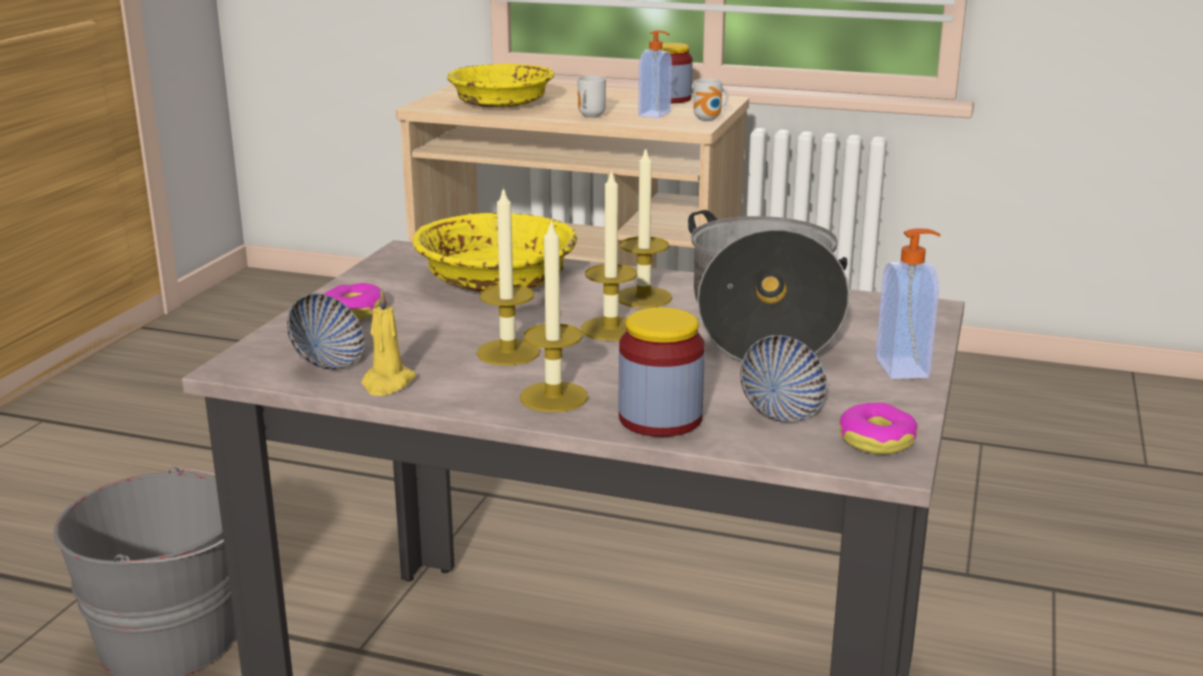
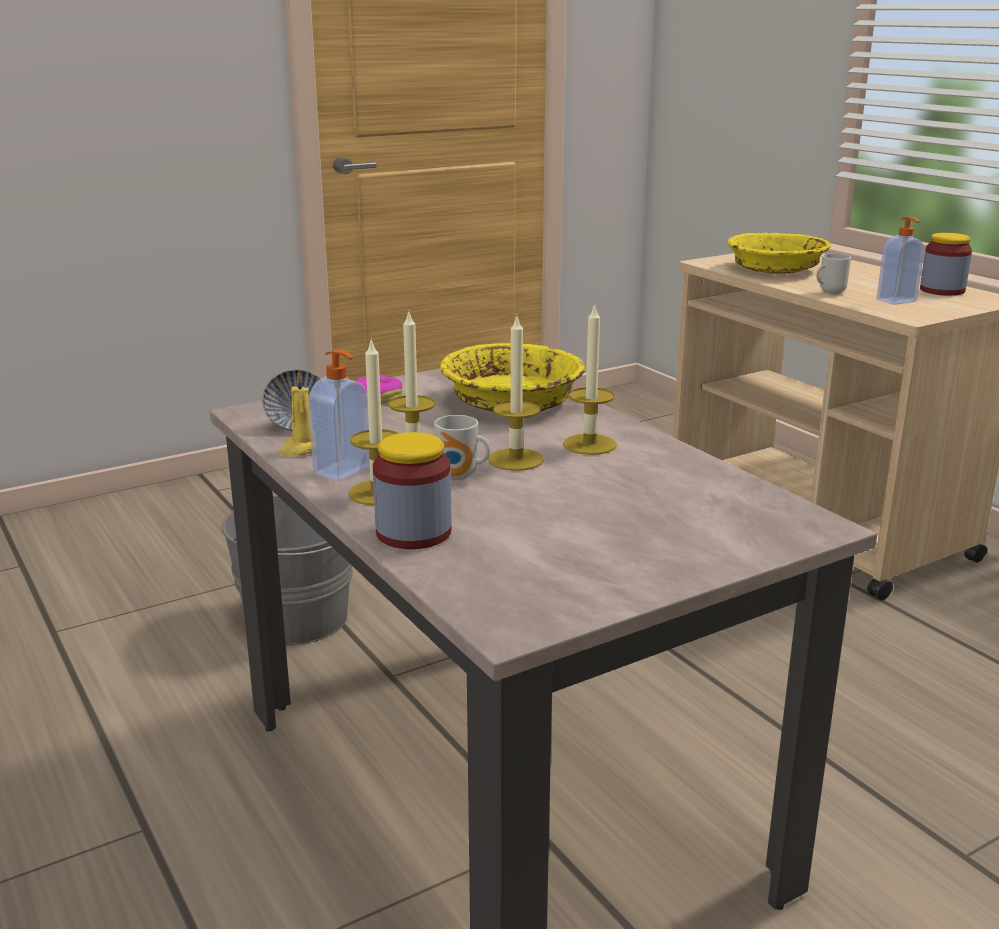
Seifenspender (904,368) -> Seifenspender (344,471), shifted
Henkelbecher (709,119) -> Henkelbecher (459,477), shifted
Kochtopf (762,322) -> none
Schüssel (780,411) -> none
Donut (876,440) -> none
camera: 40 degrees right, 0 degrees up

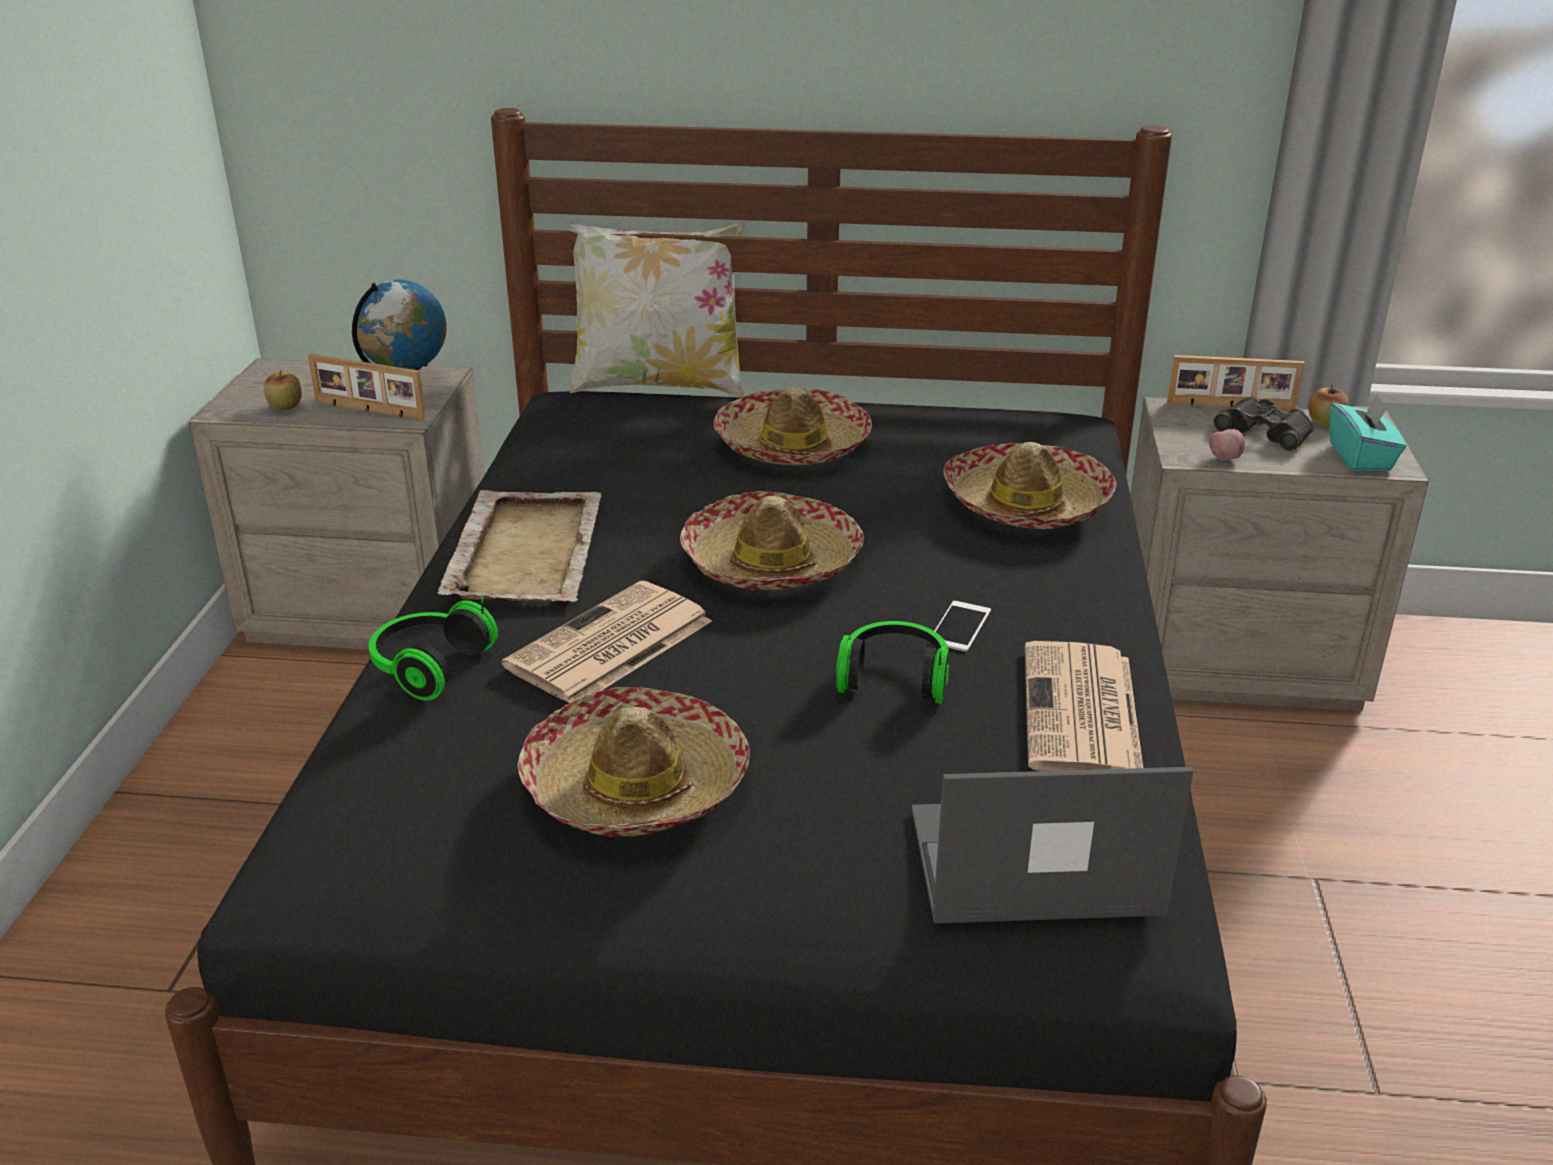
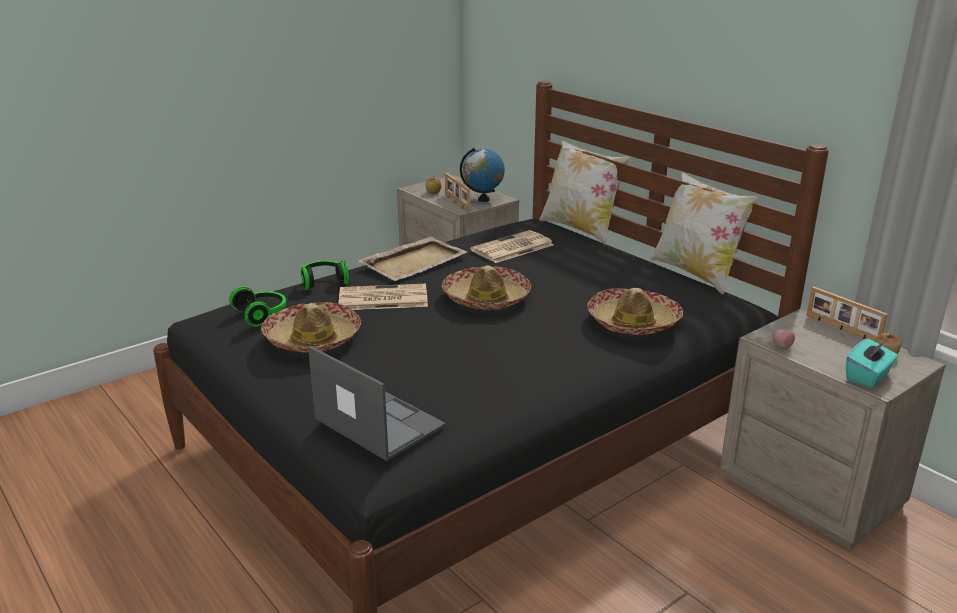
Kopfhörer (894,678) -> Kopfhörer (262,314), shifted
Zeitung (1082,713) -> Zeitung (512,248), shifted
none -> Kissen (696,273)
Hut (793,446) -> none
Handy (960,626) -> none
Fernglas/schwarz (1265,432) -> none
camera: 45 degrees right, 5 degrees down

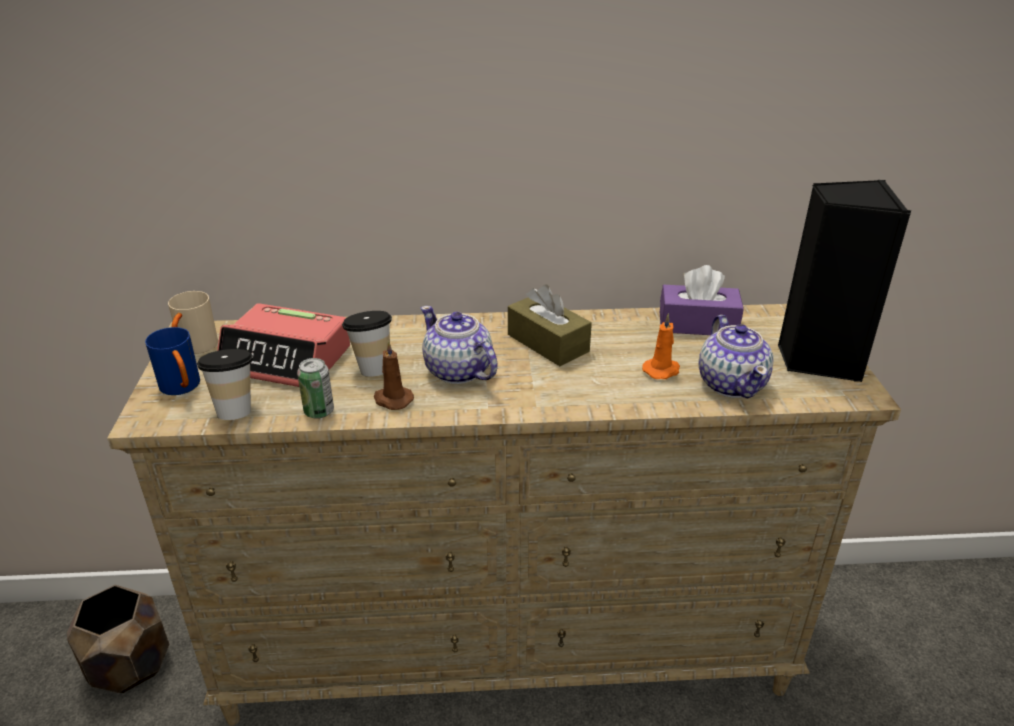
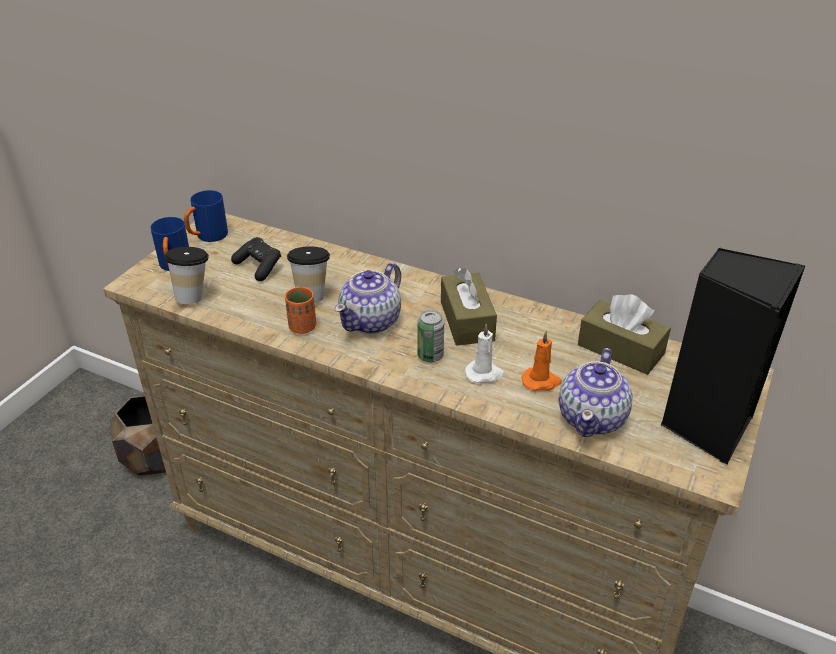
Henkelbecher/beige (195,349) -> Henkelbecher/blau (207,237)
Wecker (286,359) -> Gamepad/schwarz (259,267)
Kerze/braun (392,399) -> Tasse/orange (302,327)
Teekanne (458,372) -> Teekanne (371,321), 135 degrees counterclockwise
Dose (319,411) -> Dose (430,356), shifted
none -> Kerze/weiß (484,374)
Taschentuchbox/lila (698,324) -> Taschentuchbox/braun (620,349)
camera: 30 degrees right, 5 degrees up

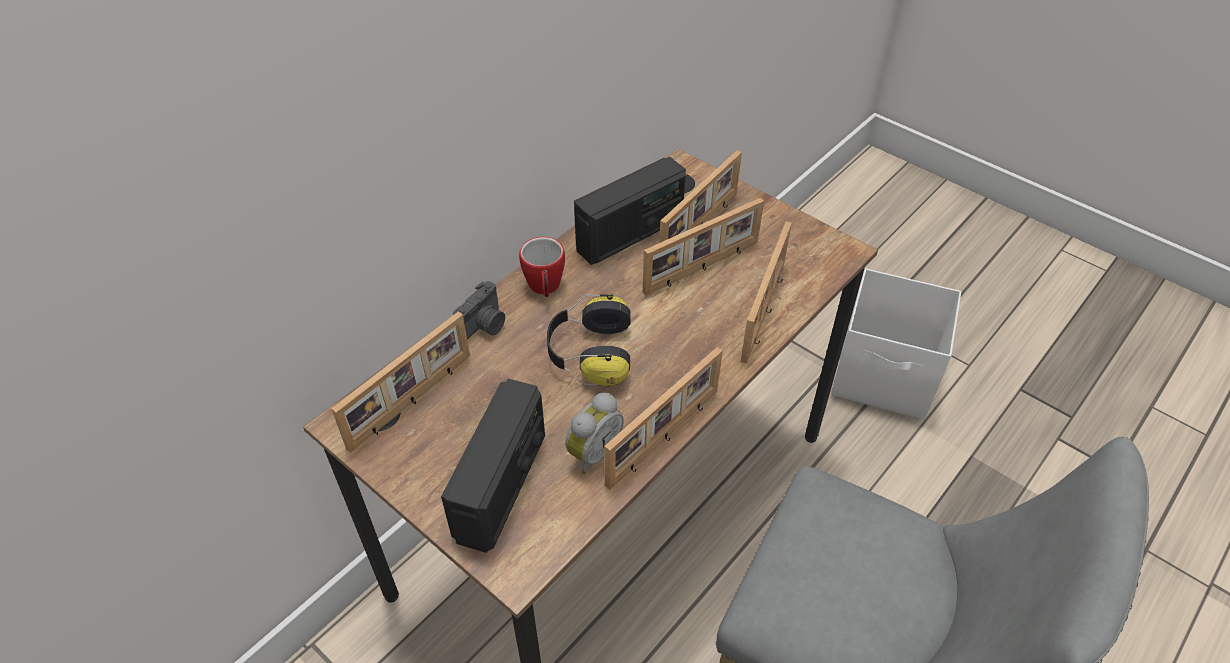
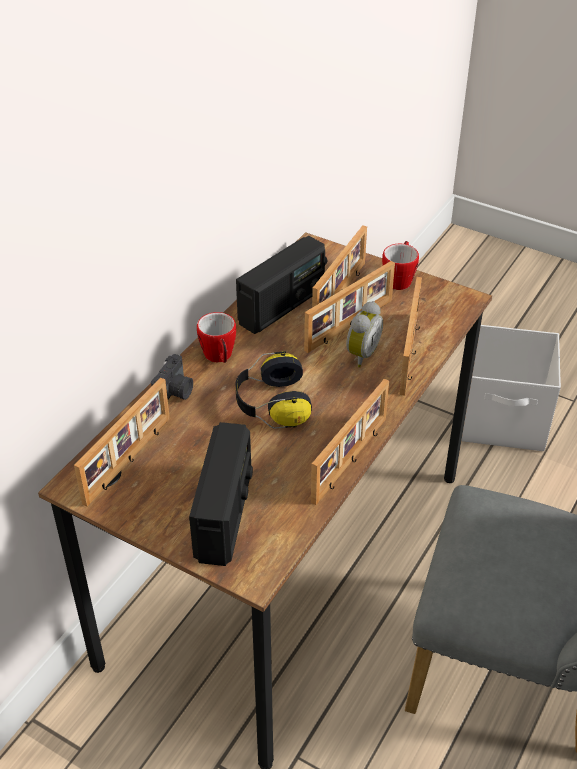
Wecker (592,452) -> Wecker (360,354), shifted
none -> Henkelbecher (399,279)
camera: 10 degrees left, 5 degrees down

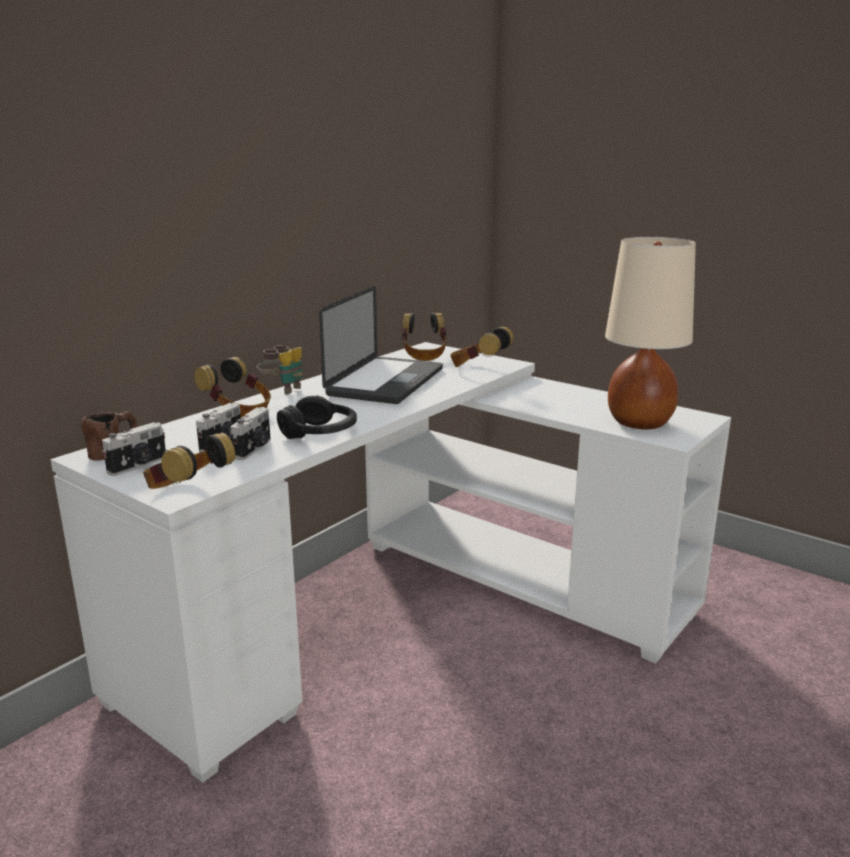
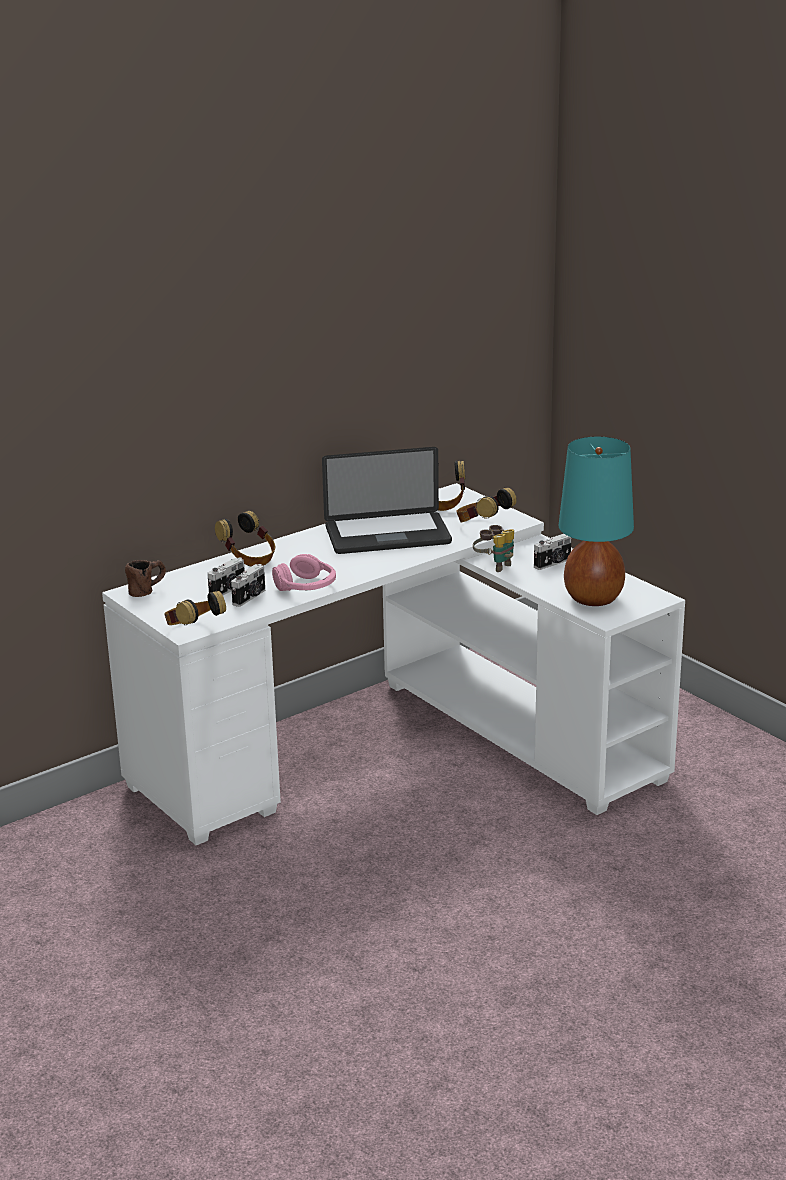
Kopfhörer/schwarz (320,433) -> Kopfhörer/rosa (306,587)
Laptop (386,382) -> Laptop (387,535), 45 degrees clockwise
Fernglas (283,390) -> Fernglas (494,566), shifted
Kamera (139,466) -> Kamera (553,563), shifted
Tischlampe/beige (639,422) -> Tischlampe/türkis (593,598)
camera: 15 degrees right, 5 degrees up

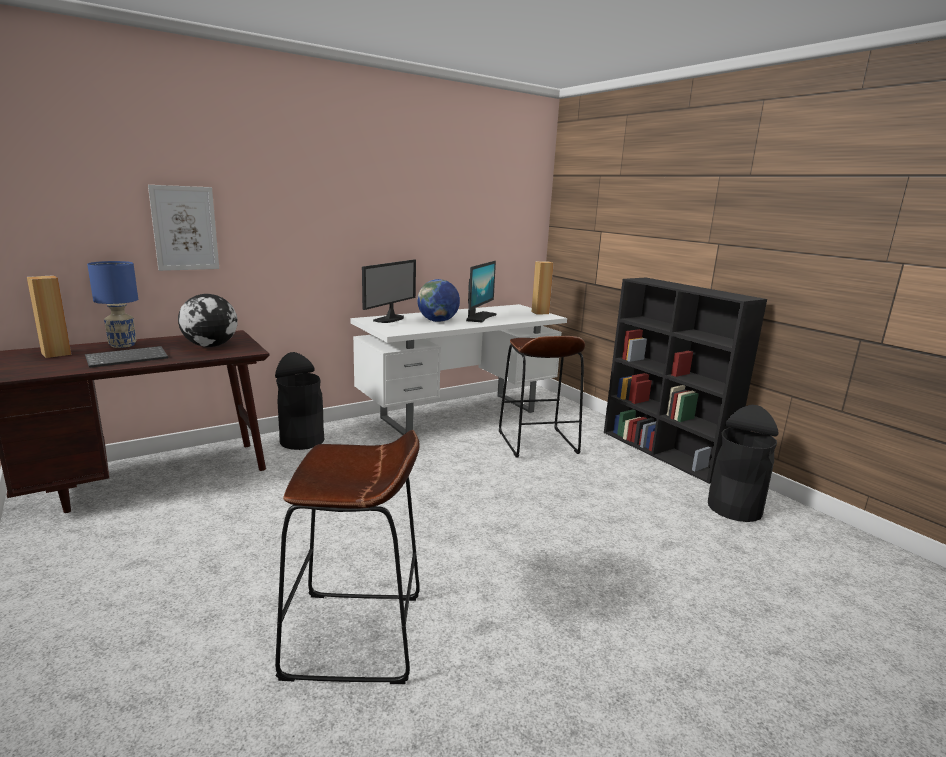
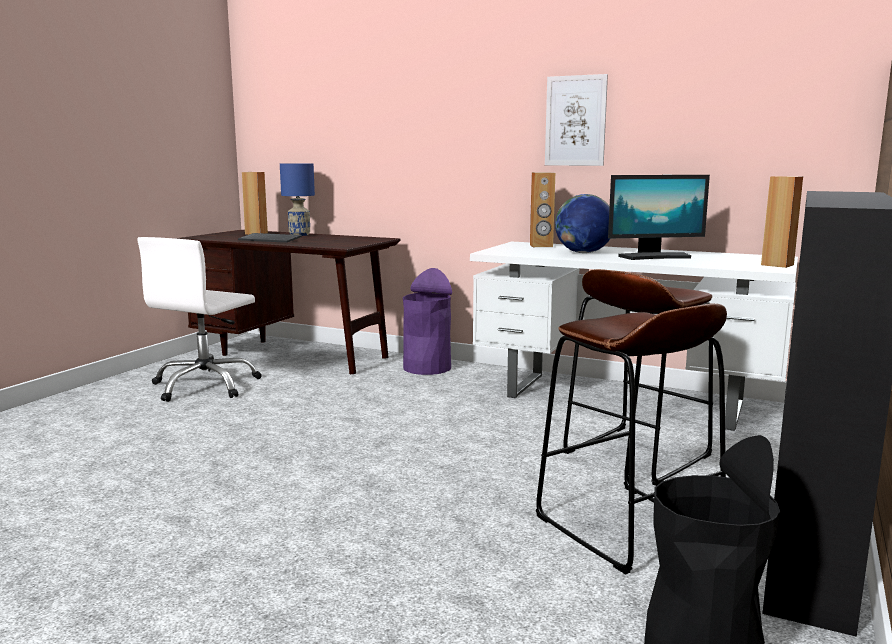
none -> Bürostuhl/weiß (206,386)
Mülleimer/schwarz (302,440) -> Mülleimer/lila (427,368)
Monitor (390,319) -> Lautsprecher/braun (541,246)
Hocker/braun (355,636) -> Hocker/braun (627,527), shifted
Bild (185,228) -> Bild (575,121), shifted
Globus (211,346) -> none
camera: 60 degrees right, 5 degrees down

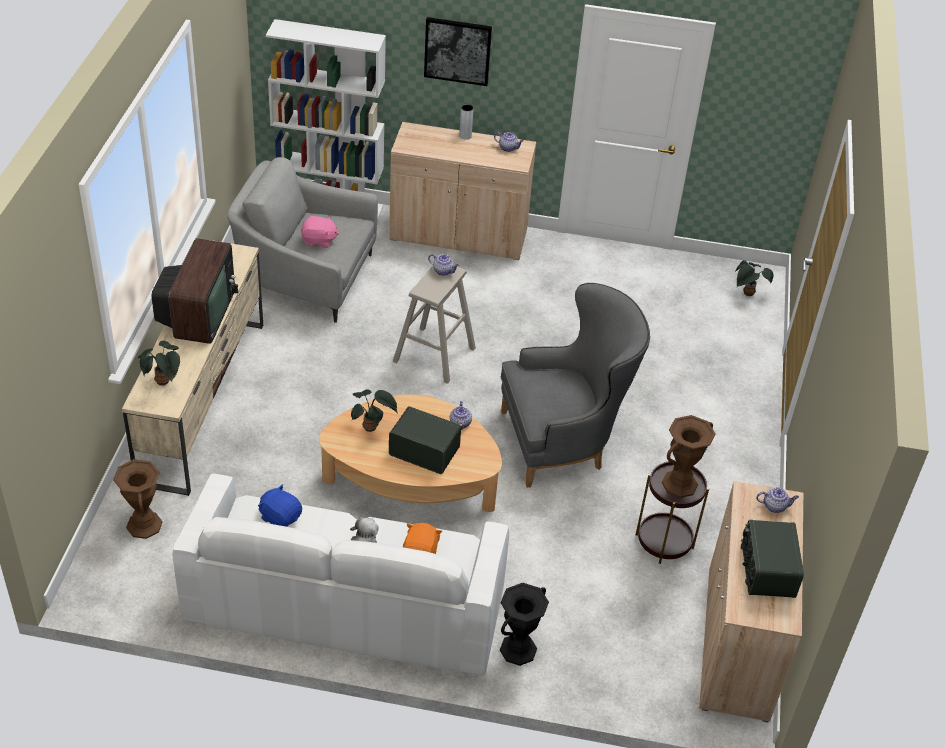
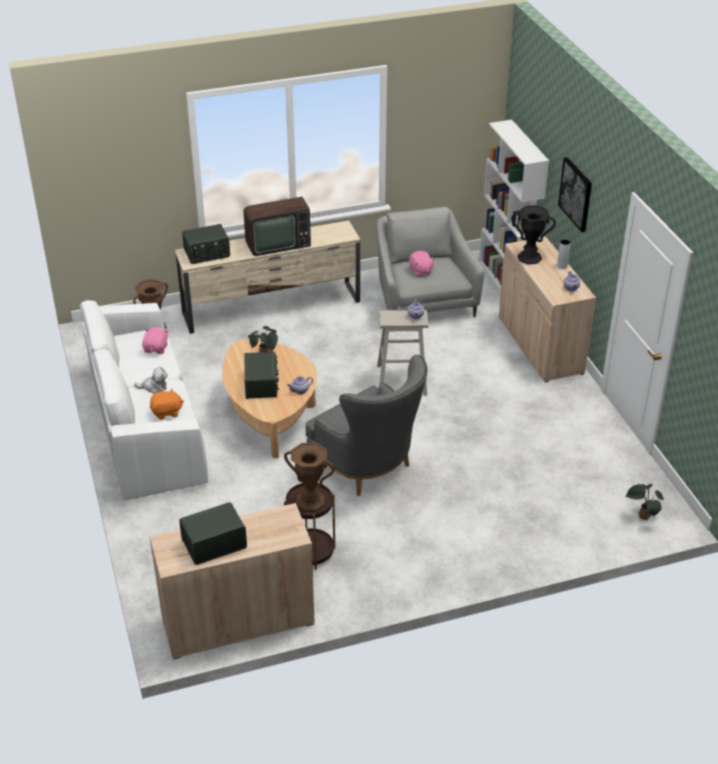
Plüschtier/blau (280,517) -> Plüschtier/rosa (156,348)
Topfpflanze (163,382) -> Radio (207,254)
Vase/schwarz (518,649) -> Vase/schwarz (529,257), shifted
Teekanne (775,506) -> none
camera: 65 degrees right, 5 degrees down

